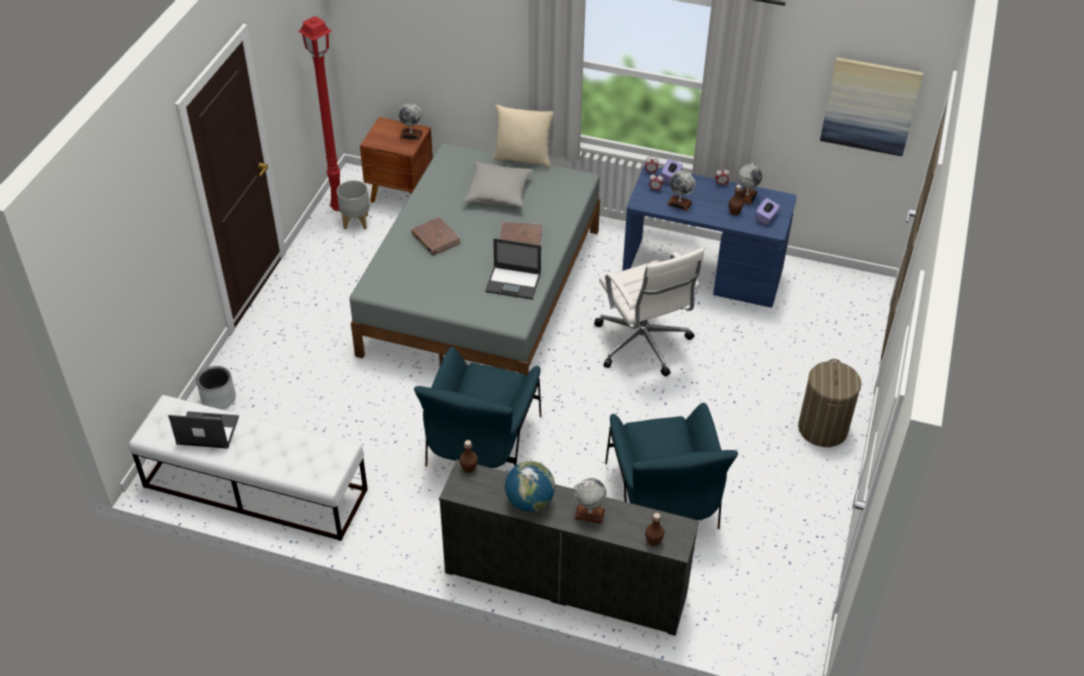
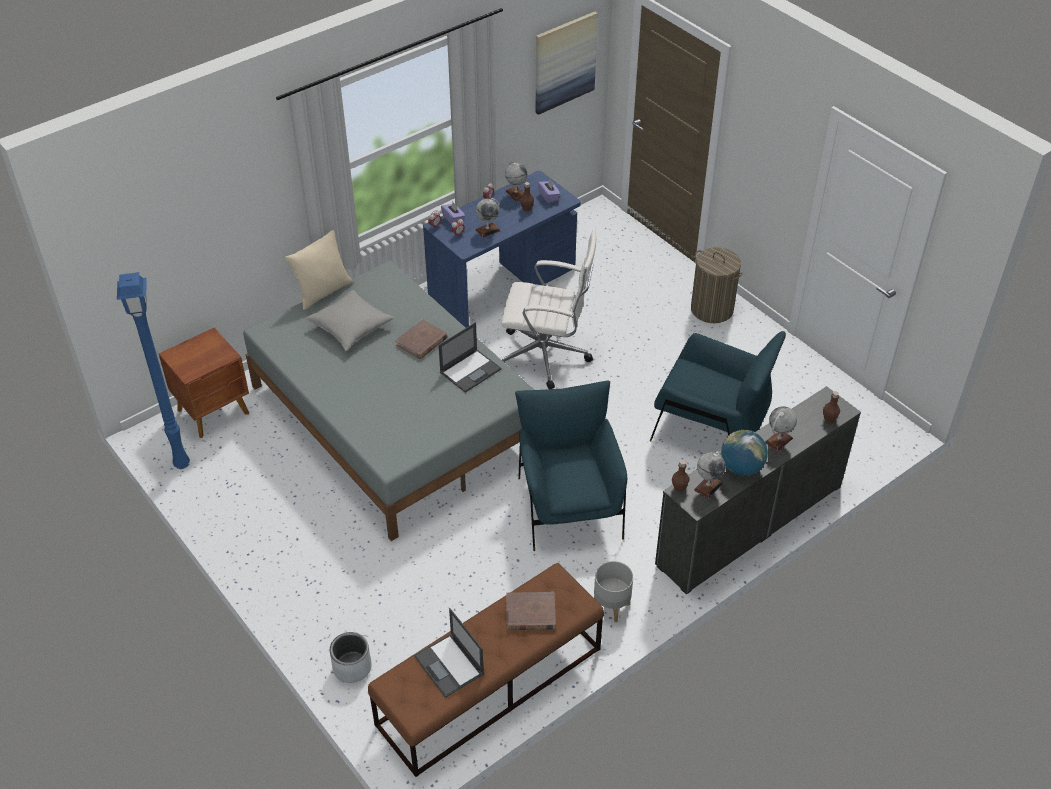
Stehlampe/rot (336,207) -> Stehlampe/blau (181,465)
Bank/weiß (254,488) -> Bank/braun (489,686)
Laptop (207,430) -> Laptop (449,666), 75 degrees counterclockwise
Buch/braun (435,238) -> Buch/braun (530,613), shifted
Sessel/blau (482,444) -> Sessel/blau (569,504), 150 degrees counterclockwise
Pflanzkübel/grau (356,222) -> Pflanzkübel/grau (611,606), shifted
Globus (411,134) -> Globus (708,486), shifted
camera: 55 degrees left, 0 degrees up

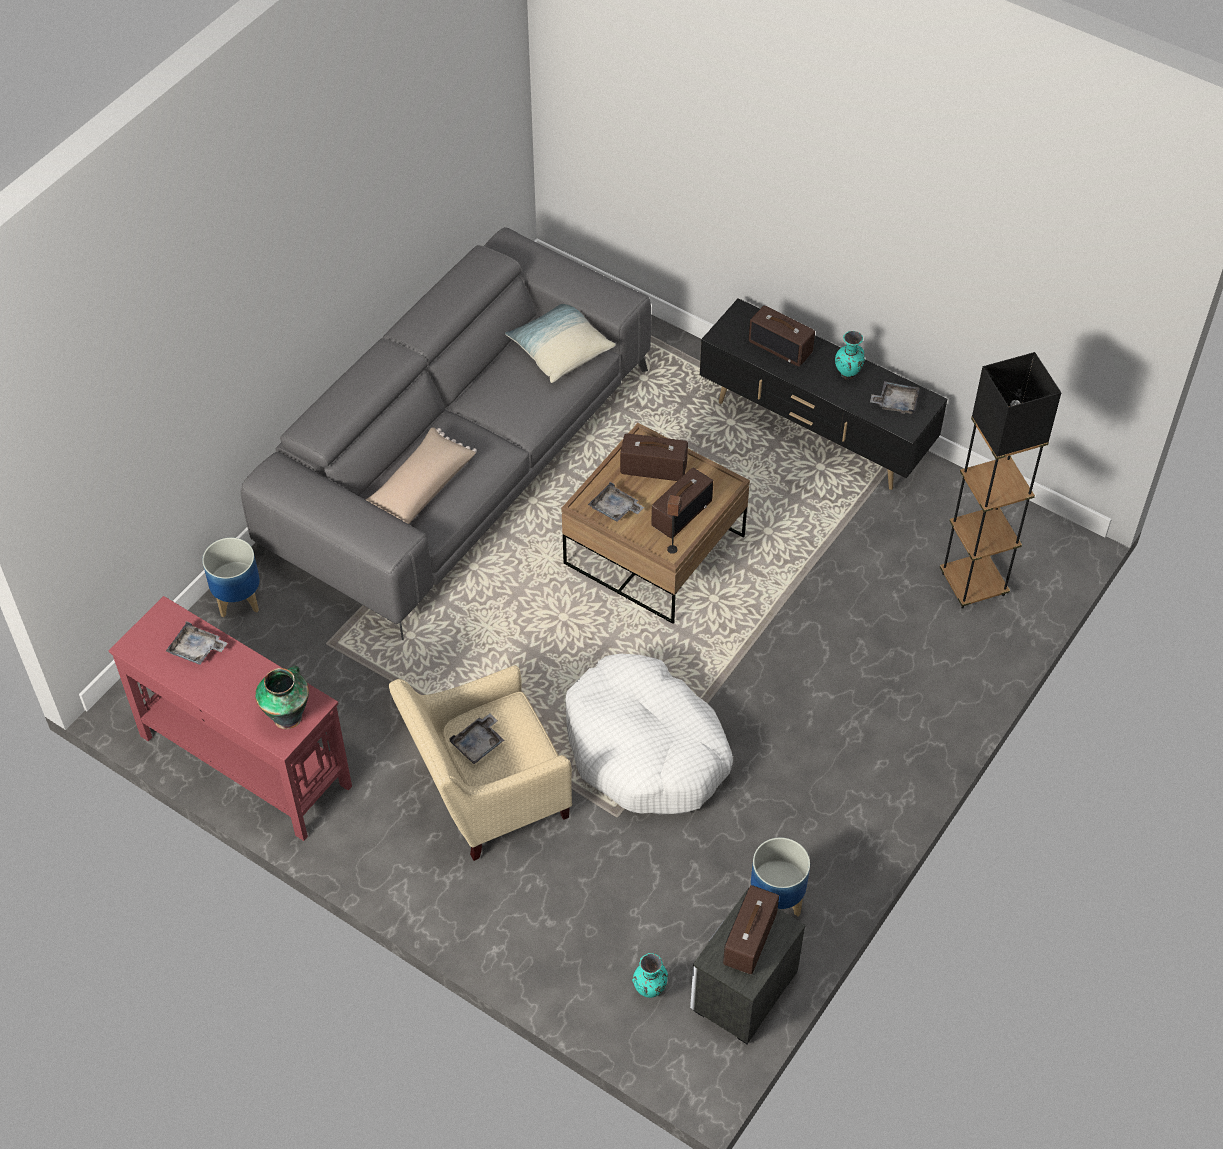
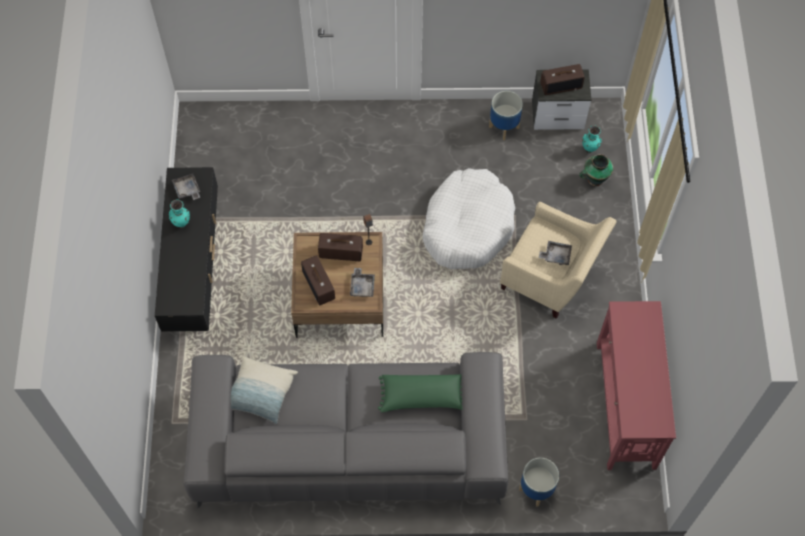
Kissen/beige (420,487) -> Kissen/grün (421,397)
Vase (288,715) -> Vase (594,180), shifted
Tablett/grau (197,650) -> none
Radio (781,347) -> none
Stehlampe/schwarz (973,584) -> none
camera: 125 degrees left, 10 degrees up

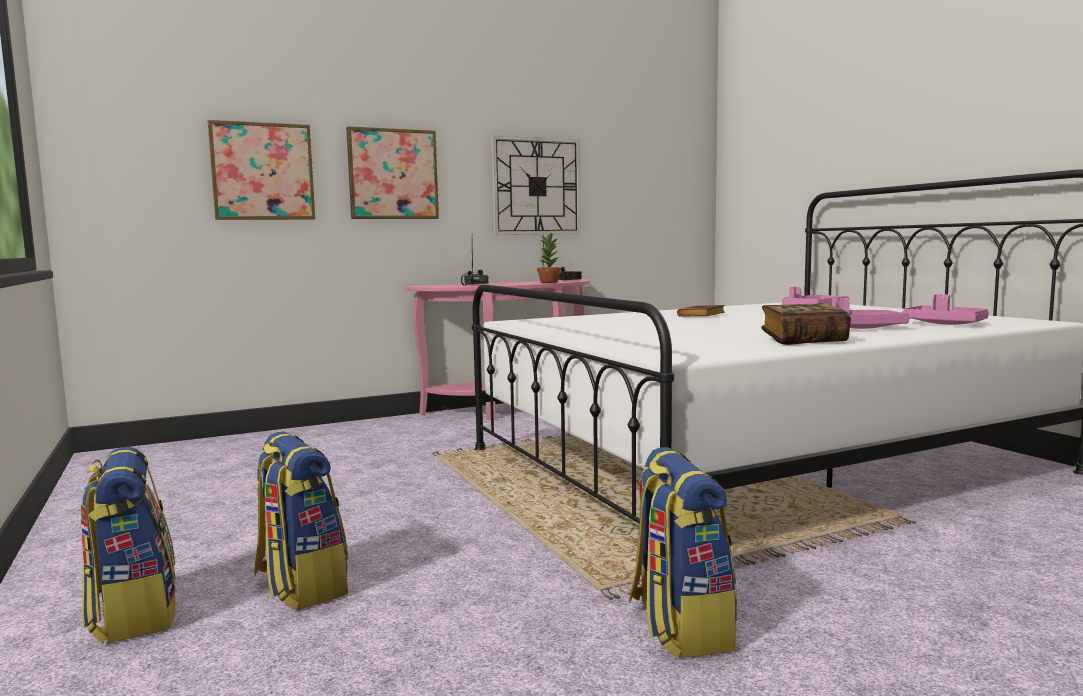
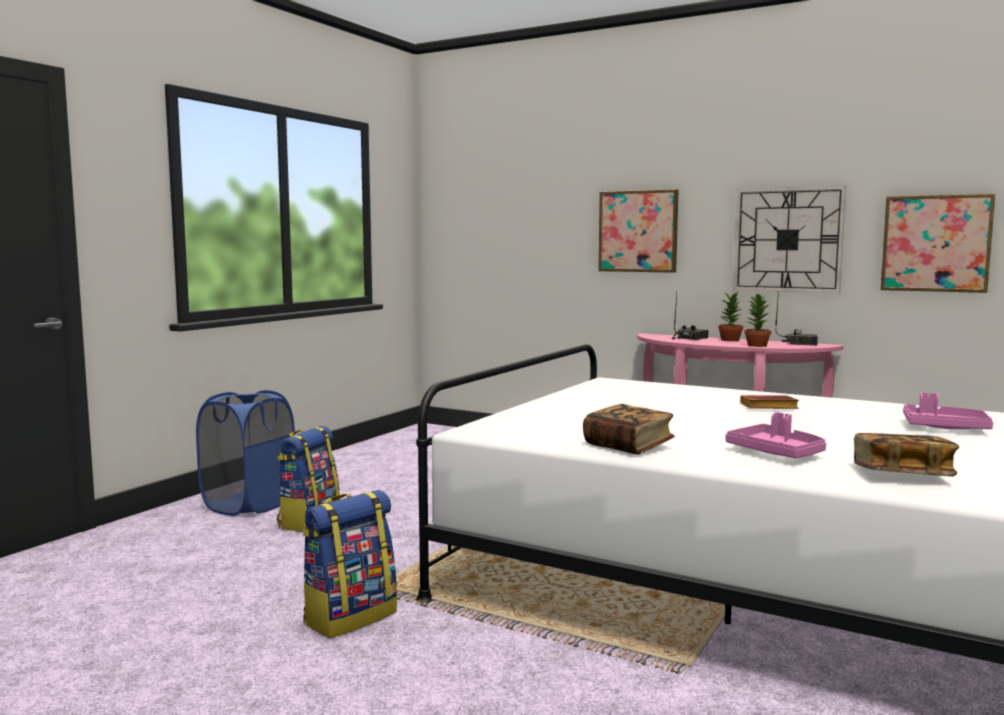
Rucksack (134,614) -> Wäschekorb/blau (249,504)
none -> Topfpflanze (730,340)
Tablett/rosa (945,324) -> Buch (902,475)
Bild (262,171) -> Bild (936,243), shifted
camera: 55 degrees right, 0 degrees up

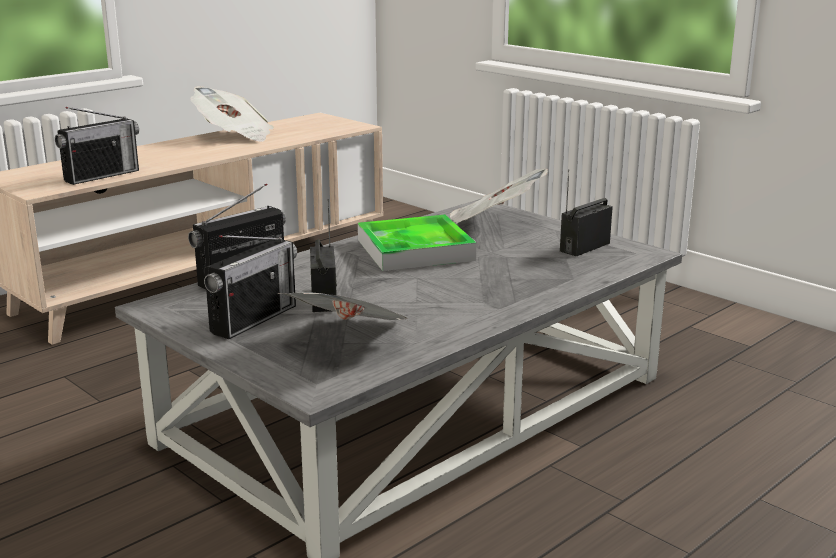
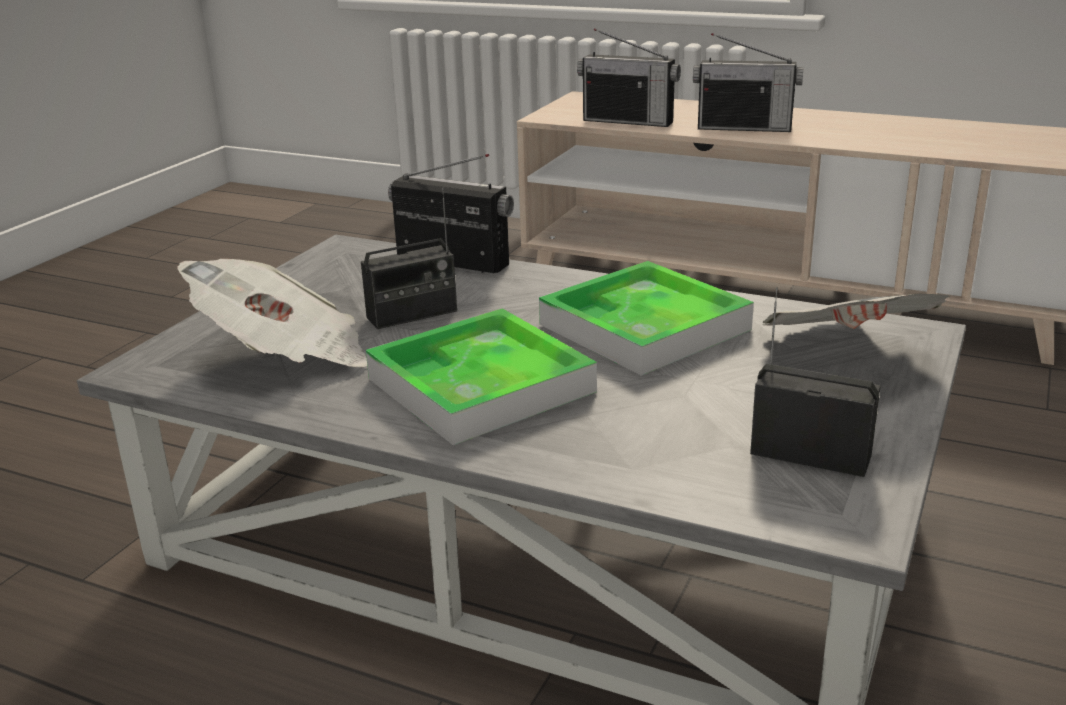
none -> Tablett (480,385)
Radio (253,319) -> Radio (744,128), shifted
Zeitung (234,136) -> none
camera: 70 degrees right, 5 degrees up

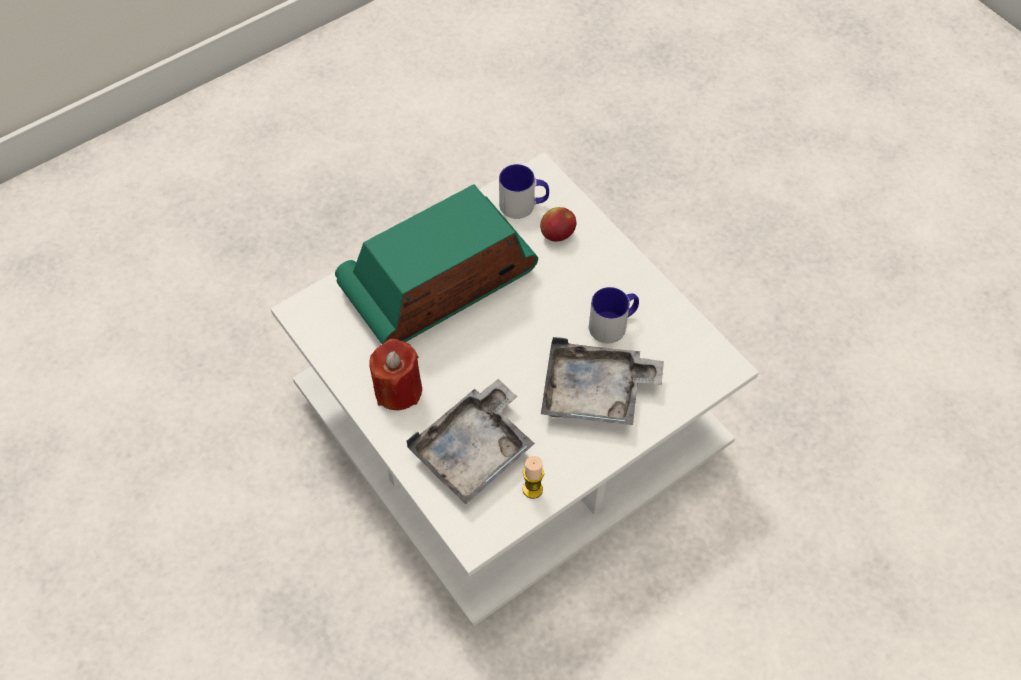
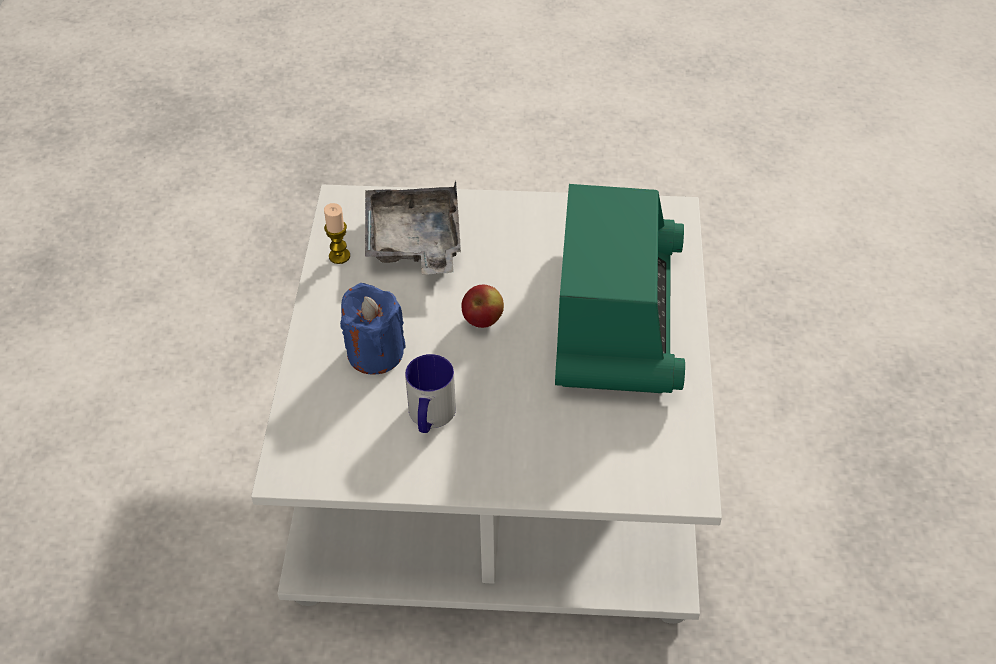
Tablett/grau (595,393) -> Kerze/blau (375,353)
Apfel (557,234) -> Apfel (482,321), shifted
Kerze/rot (398,390) -> none
Henkelbecher (524,205) -> none
camera: 130 degrees right, 10 degrees down

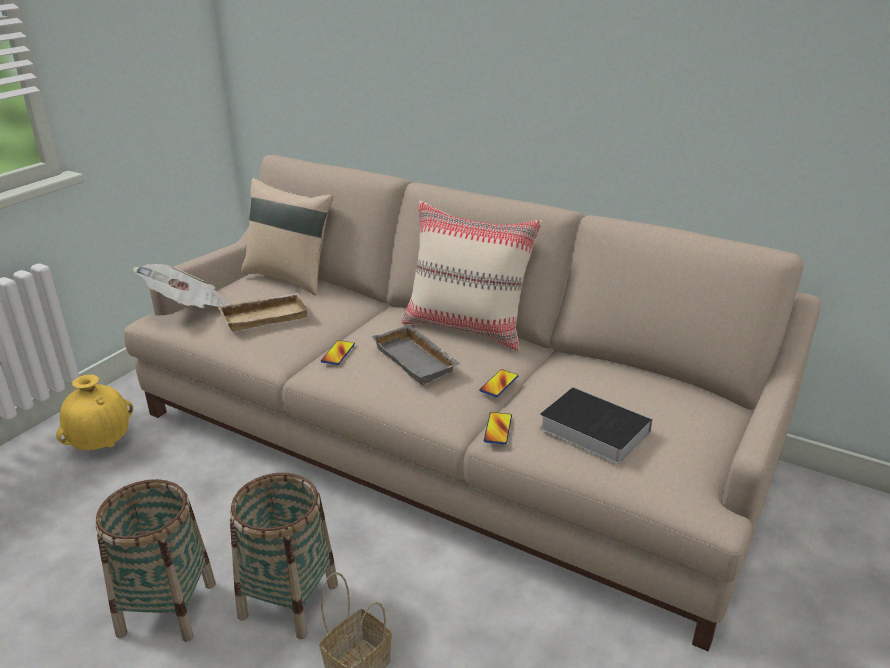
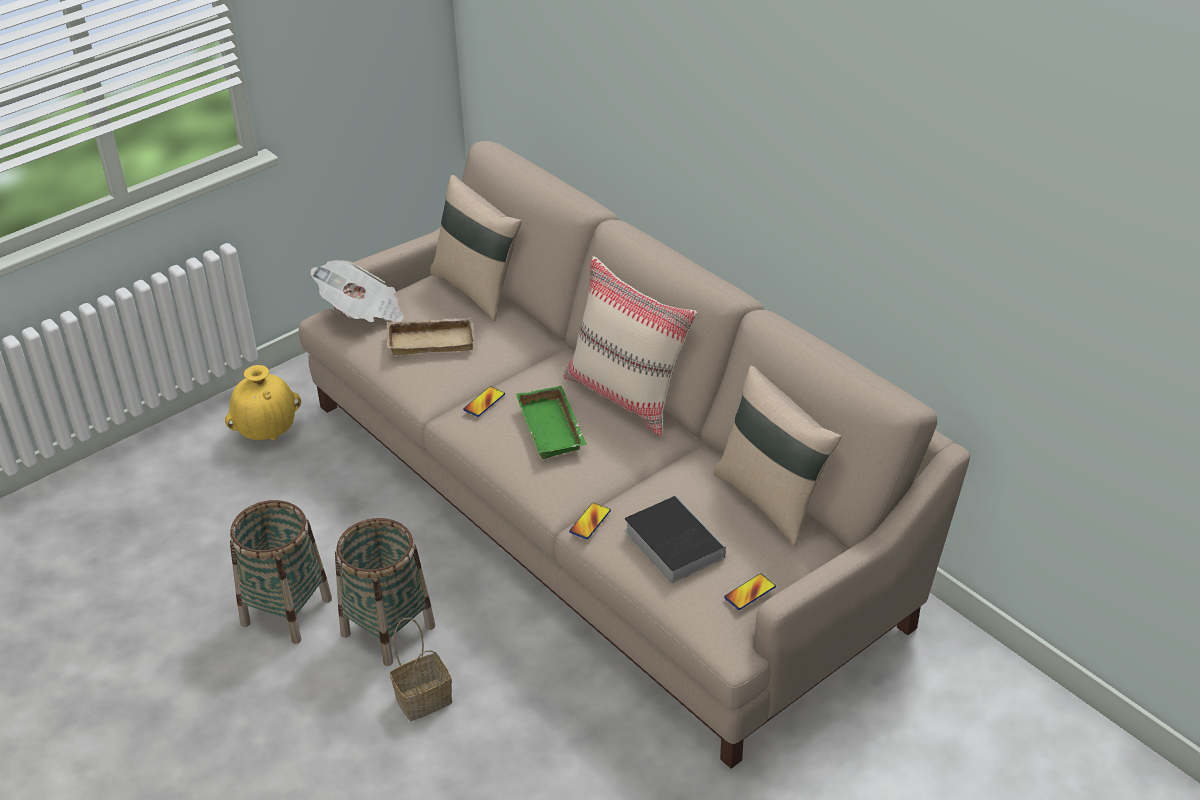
Tablett/grau (418,360) -> Tablett/grün (554,428)
none -> Kissen/beige (771,499)
Handy (499,384) -> Handy (750,592), shifted
camera: 20 degrees right, 10 degrees up

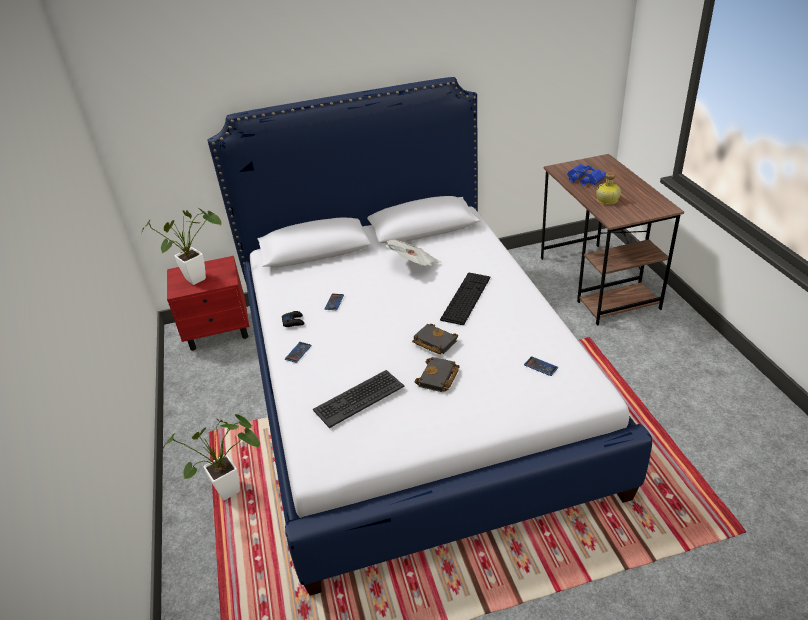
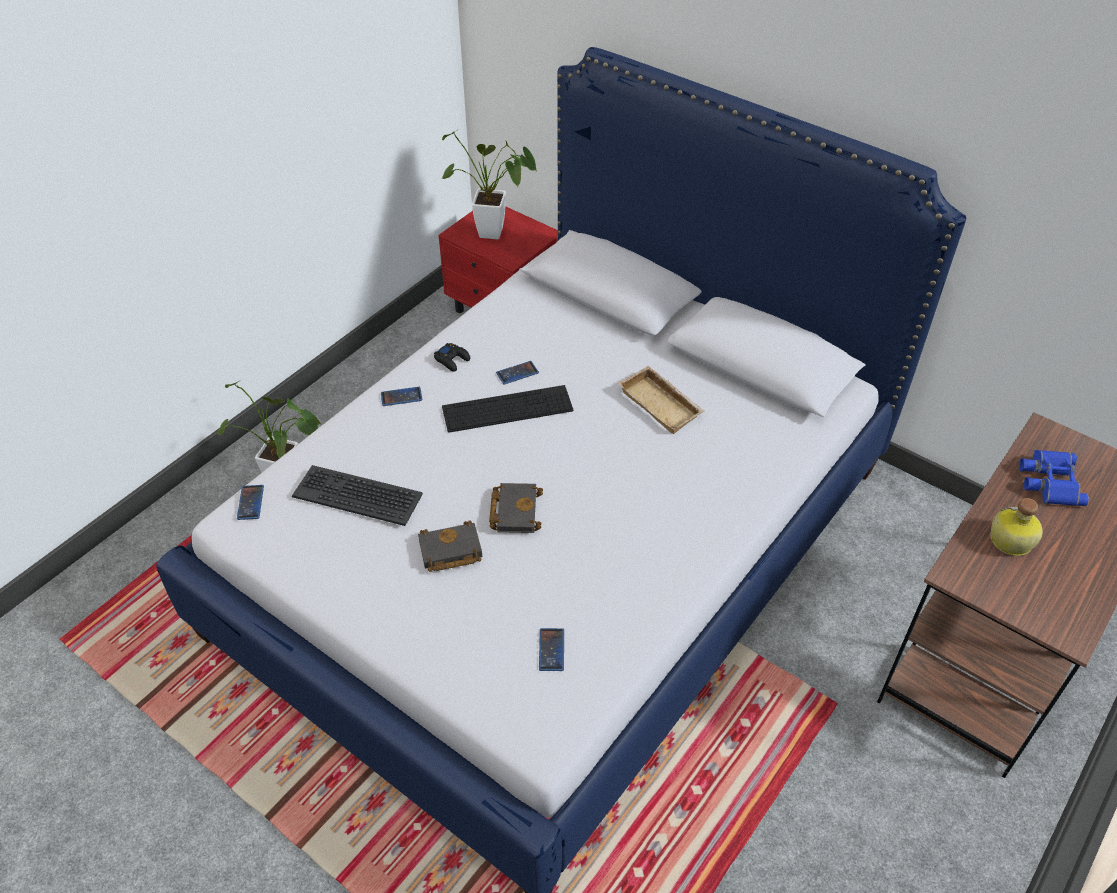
none -> Handy (250,502)
Tastatur (466,298) -> Tastatur (507,409), shifted
Zeitung (414,265) -> Tablett/beige (662,404)
camera: 50 degrees right, 10 degrees up

